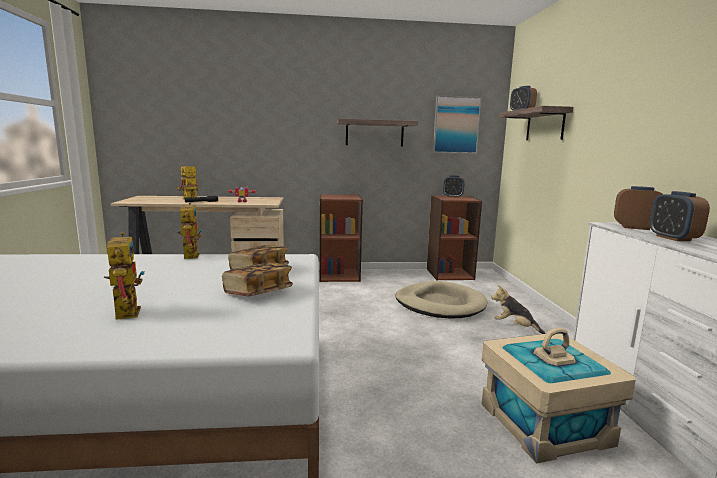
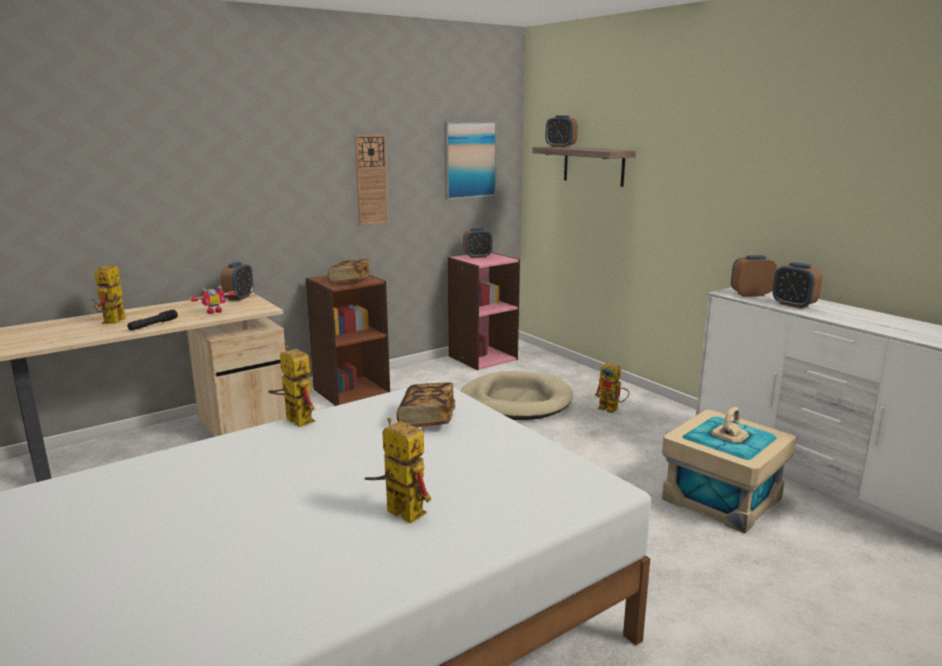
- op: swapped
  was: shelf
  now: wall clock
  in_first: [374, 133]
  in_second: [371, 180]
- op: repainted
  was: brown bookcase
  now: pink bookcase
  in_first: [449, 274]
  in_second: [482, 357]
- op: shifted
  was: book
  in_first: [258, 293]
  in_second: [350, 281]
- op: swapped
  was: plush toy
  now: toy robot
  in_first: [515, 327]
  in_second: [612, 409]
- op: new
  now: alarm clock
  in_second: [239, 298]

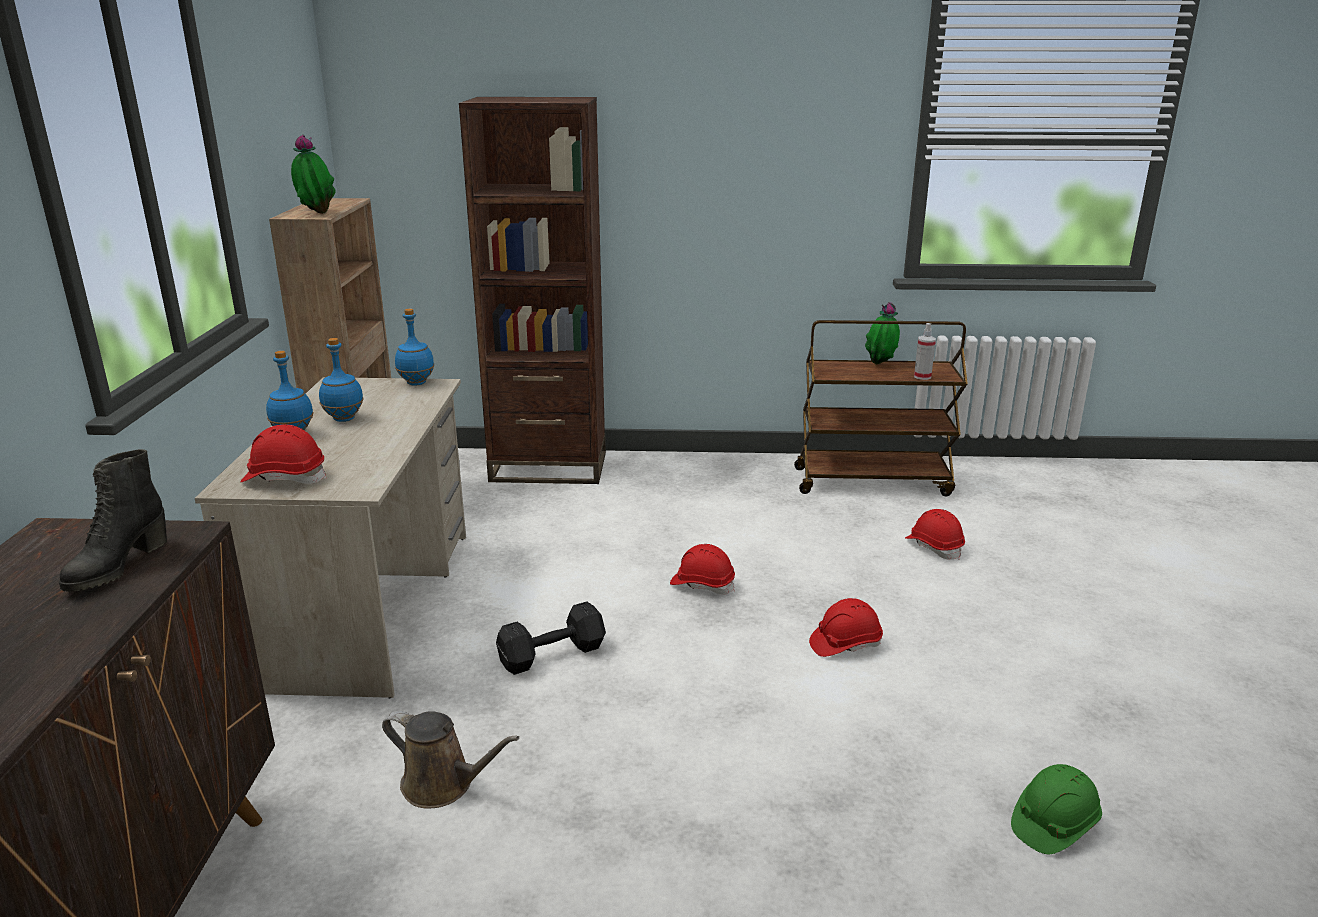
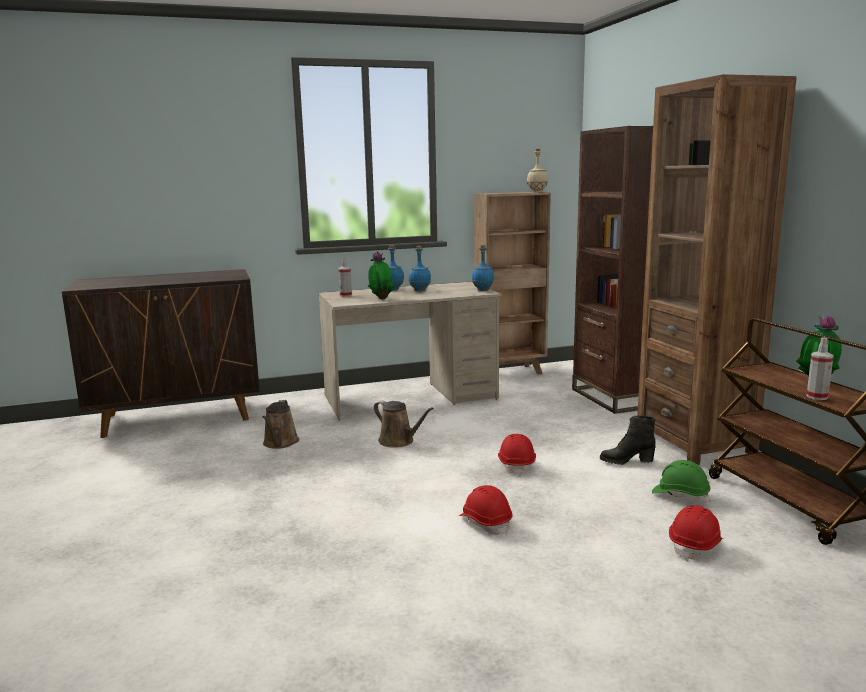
- op: shifted
  was: potted plant
  in_first: [316, 213]
  in_second: [381, 298]
- op: swapped
  was: red hard hat
  now: spray bottle
  in_first: [285, 478]
  in_second: [345, 295]
- op: shifted
  was: black boot
  in_first: [117, 566]
  in_second: [626, 461]
- op: swapped
  was: black dumbbell
  now: brown watering can
  in_first: [549, 655]
  in_second: [399, 441]
- op: shifted
  was: green hard hat
  in_first: [1053, 824]
  in_second: [680, 495]
- op: new
  now: brown bookcase
  in_second: [695, 443]
- op: new
  now: beige bottle
  in_second: [537, 192]

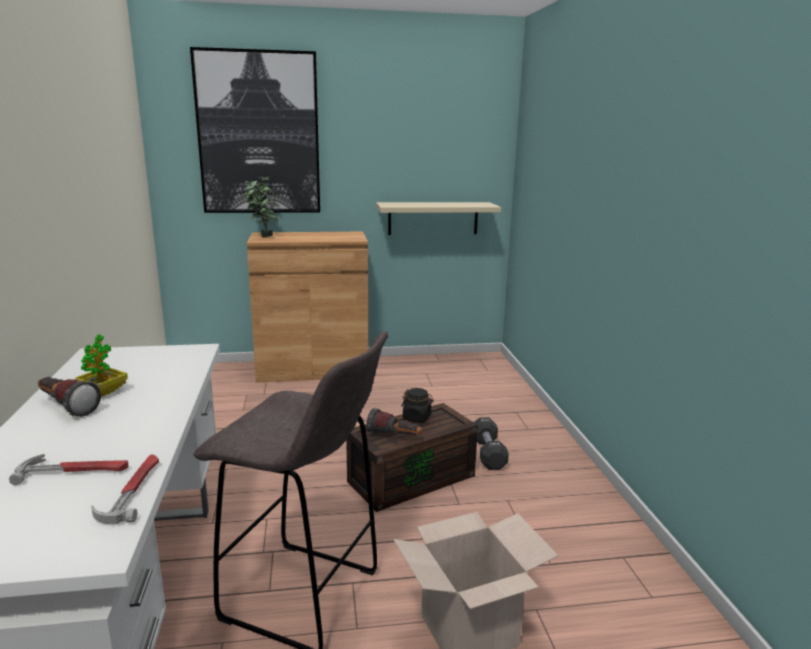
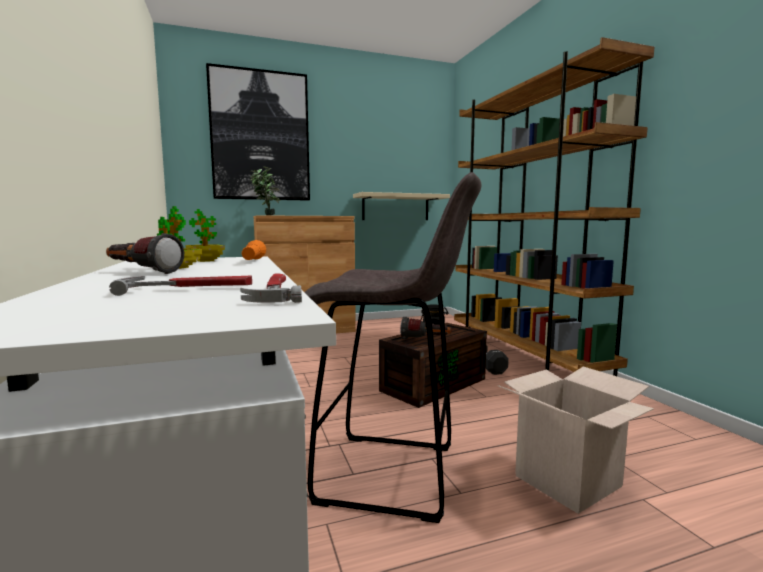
- op: new
  now: brown bookcase
  in_second: [523, 358]
- op: new
  now: potted plant
  in_second: [205, 261]
- op: new
  now: orange flashlight
  in_second: [253, 261]

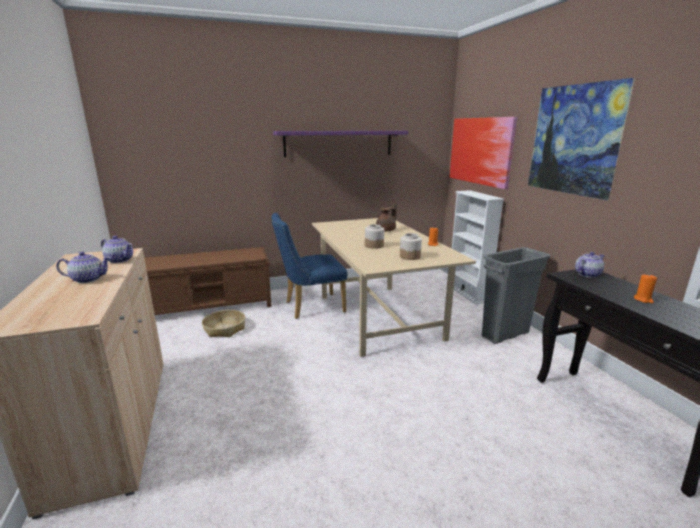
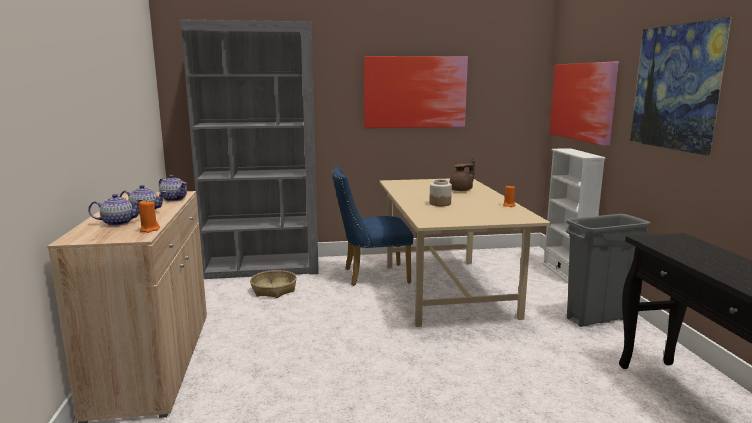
- op: swapped
  was: purple shelf
  now: picture
  in_first: [339, 143]
  in_second: [415, 92]
- op: gone
  was: jar
  in_first: [410, 256]
- op: swapped
  was: brown bench
  now: grey bookcase
  in_first: [211, 306]
  in_second: [263, 268]
- op: shifted
  was: teapot
  in_first: [587, 274]
  in_second: [118, 223]
- op: shifted
  was: orange candle
  in_first: [643, 299]
  in_second: [149, 230]

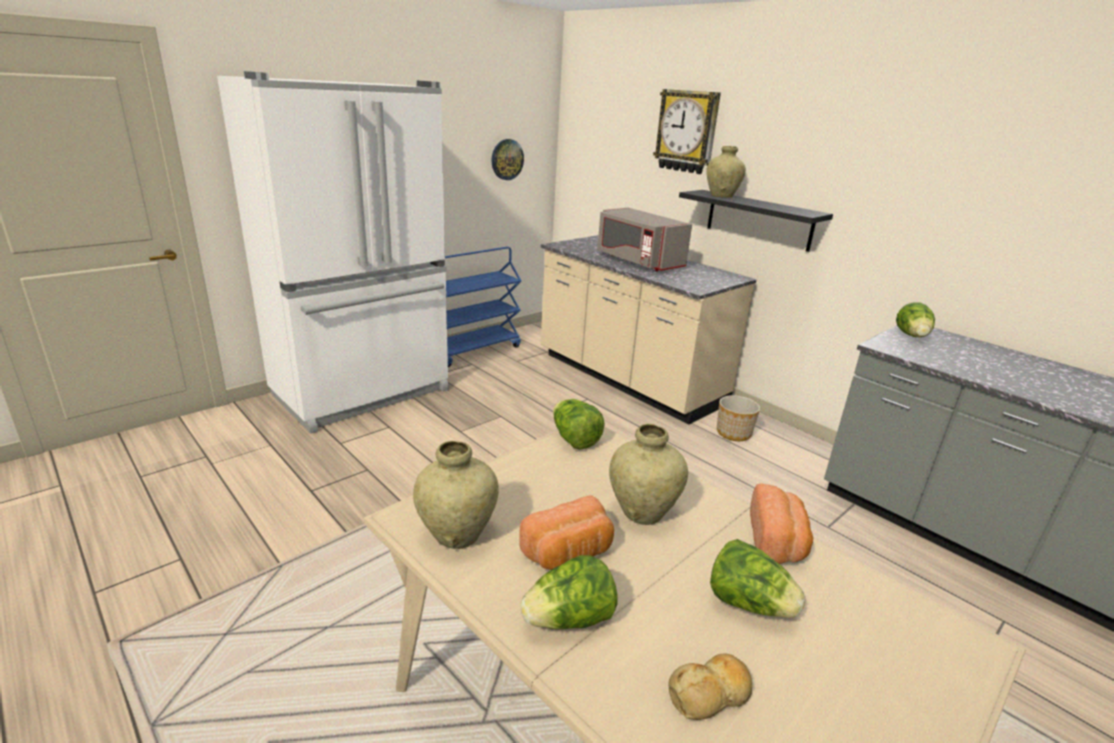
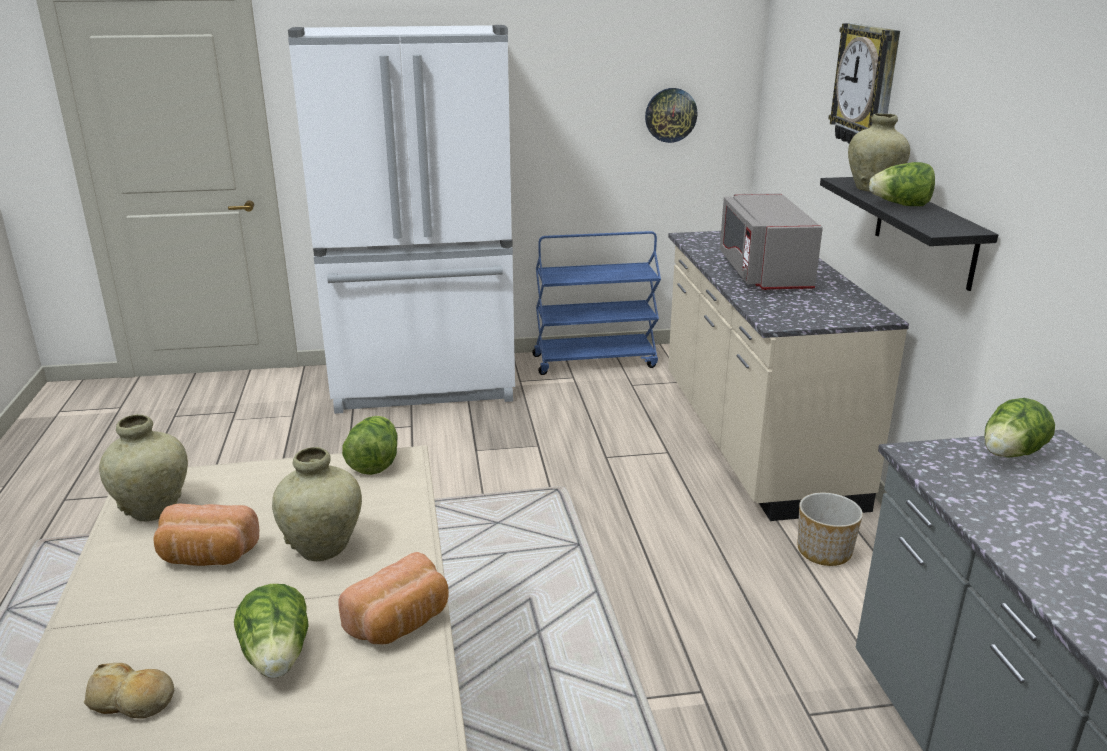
- op: shifted
  was: lettuce
  in_first: [569, 620]
  in_second: [900, 205]

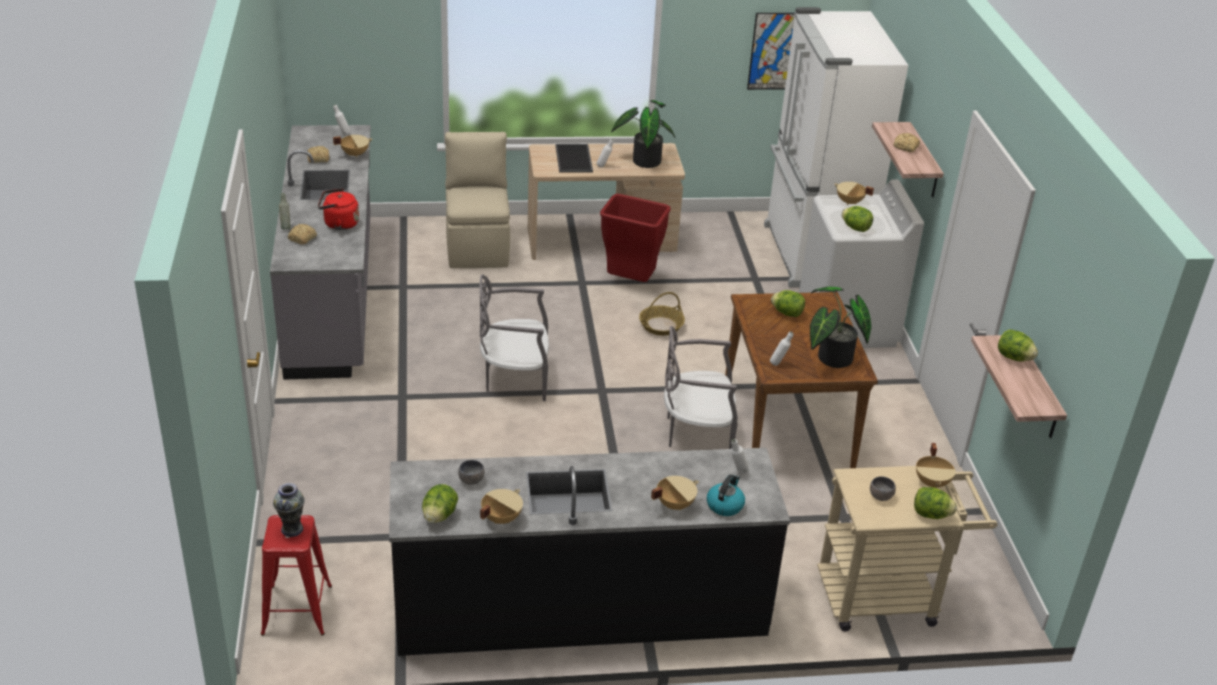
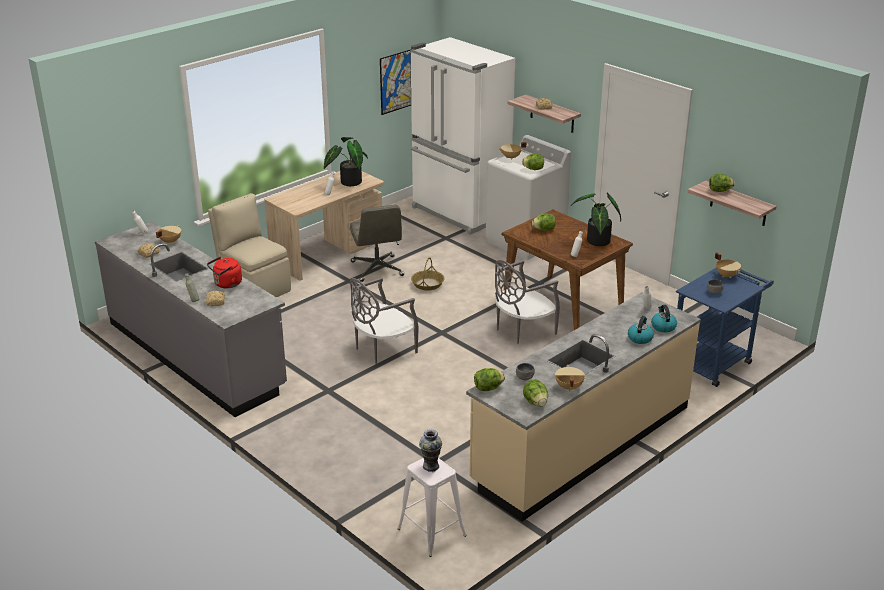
- op: gone
  was: tray
  in_first: [574, 159]
- op: swapped
  was: red trash can
  now: grey office chair
  in_first: [629, 283]
  in_second: [377, 269]
- op: repainted
  was: black counter
  now: beige counter
  in_first: [580, 607]
  in_second: [582, 444]
- op: repainted
  was: beige cart
  now: blue cart
  in_first: [888, 597]
  in_second: [714, 361]
- op: swapped
  was: beige cooking pot
  now: kettle
  in_first: [674, 504]
  in_second: [640, 338]
- op: shifted
  was: lettuce
  in_first: [931, 514]
  in_second: [488, 388]
- op: repainted
  was: red stool
  now: white stool
  in_first: [296, 610]
  in_second: [432, 533]

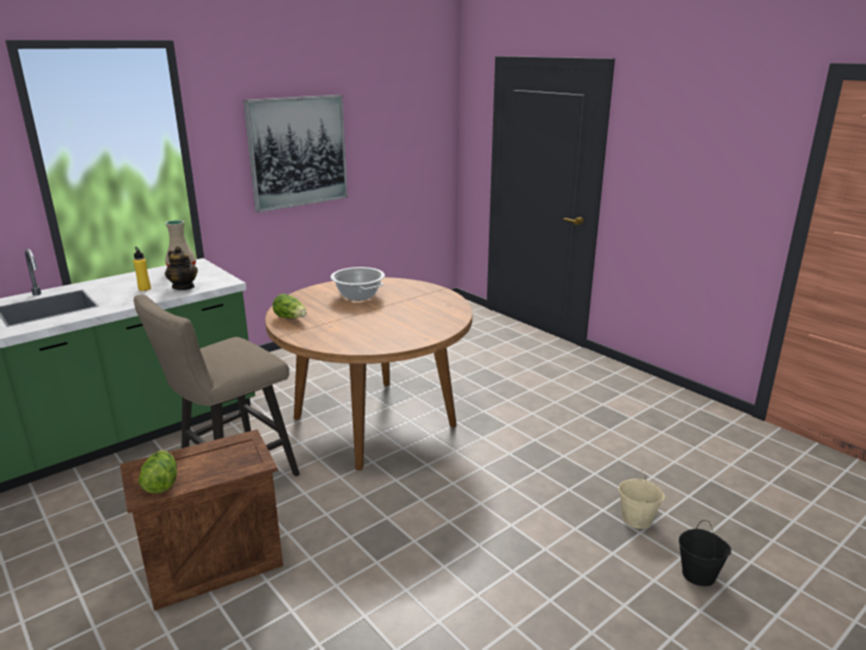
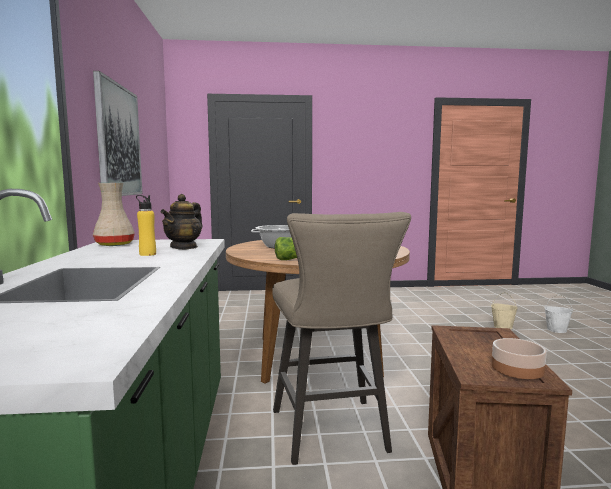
- op: rotated
  was: teapot
  in_first: [184, 287]
  in_second: [184, 247]
  clockwise: 120
- op: swapped
  was: lettuce
  now: bowl
  in_first: [161, 482]
  in_second: [517, 369]
- op: repainted
  was: black bucket
  now: white bucket
  in_first: [699, 575]
  in_second: [556, 330]

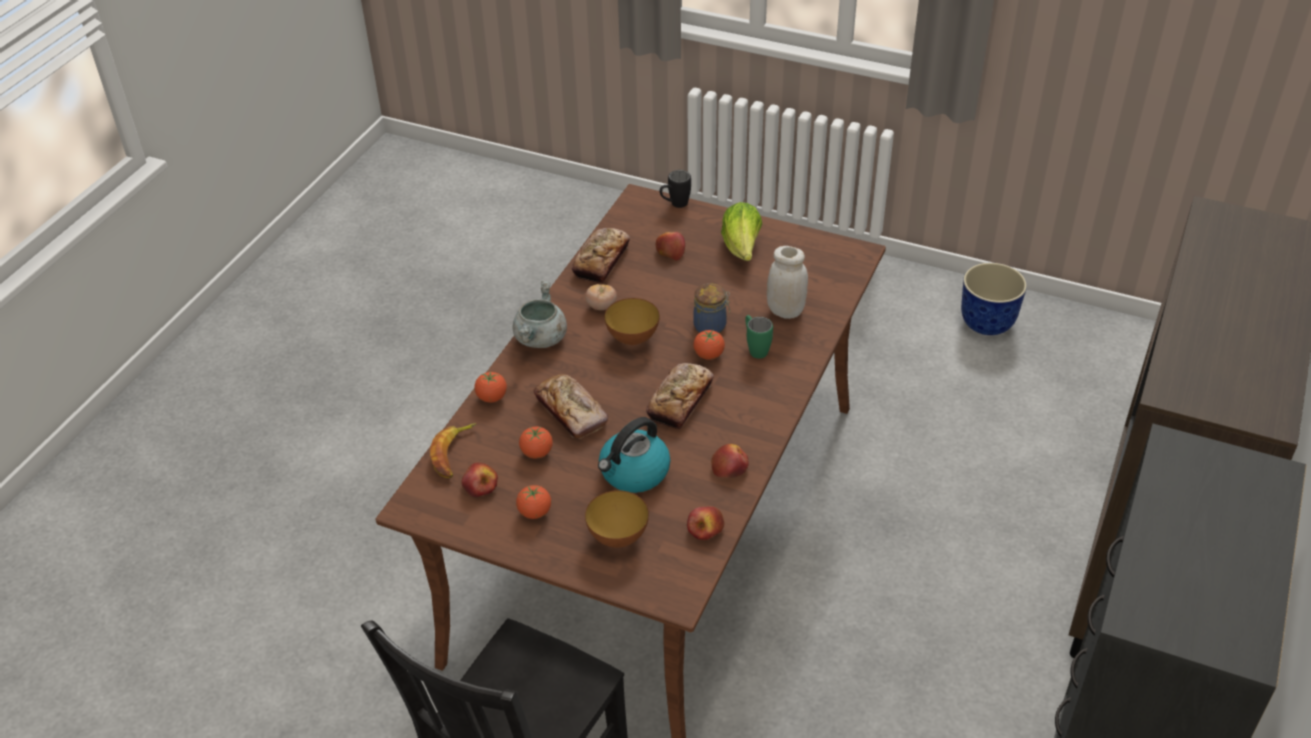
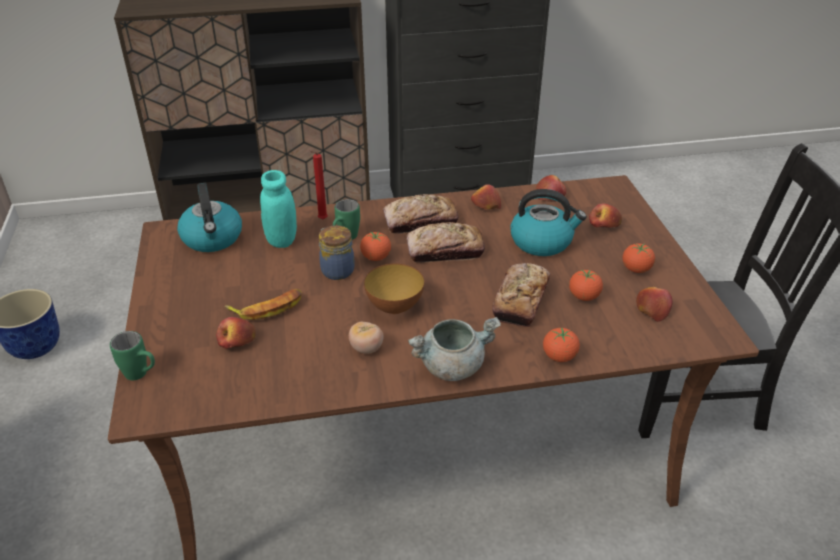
- op: repainted
  was: black mug
  now: green mug
  in_first: [674, 205]
  in_second: [141, 375]
- op: gone
  was: lettuce
  in_first: [742, 248]
- op: shifted
  was: bread
  in_first: [601, 260]
  in_second: [420, 222]
- op: repainted
  was: white jar
  now: turquoise jar
  in_first: [785, 311]
  in_second: [282, 240]
- op: shifted
  was: banana
  in_first: [453, 454]
  in_second: [267, 308]
- op: swapped
  was: bowl
  now: apple
  in_first: [618, 537]
  in_second: [604, 225]
- op: new
  now: red candle
  in_second: [321, 220]
- op: new
  now: kettle
  in_second: [213, 239]

